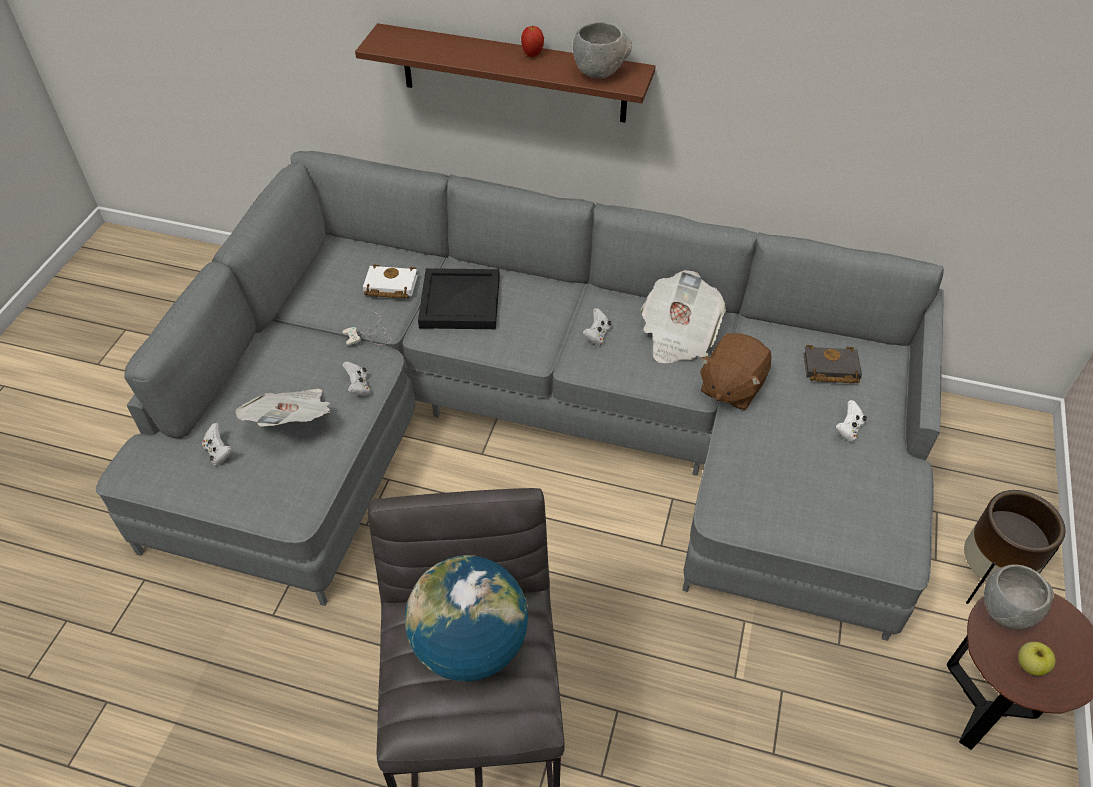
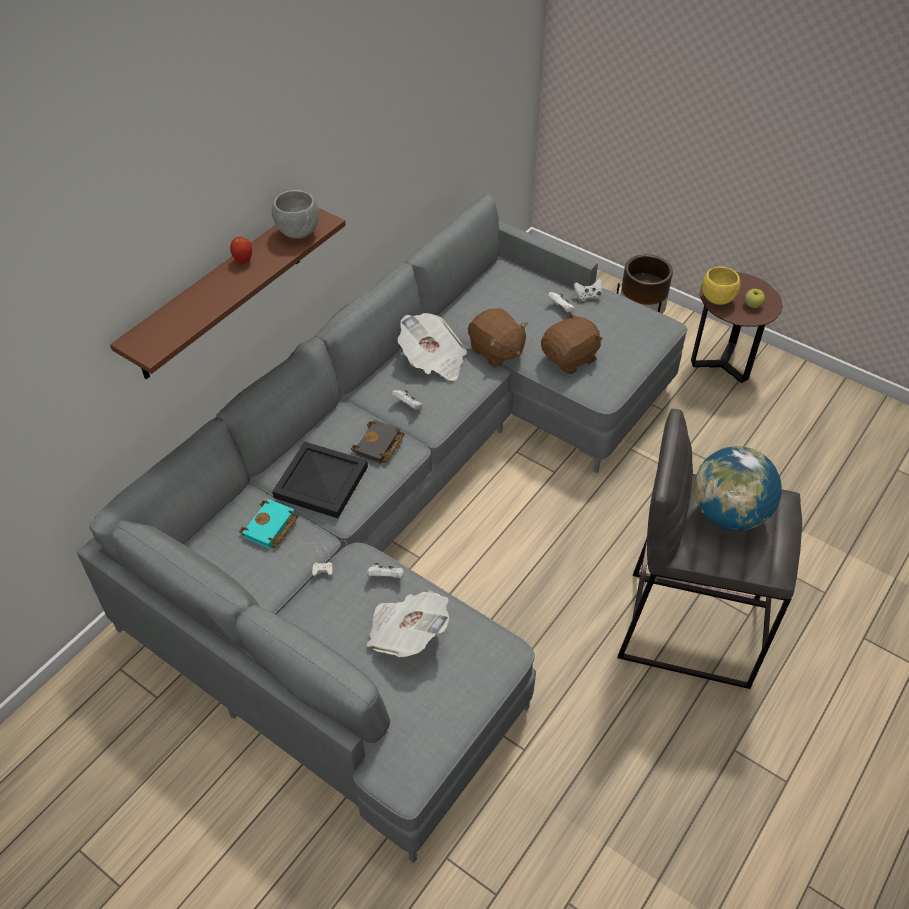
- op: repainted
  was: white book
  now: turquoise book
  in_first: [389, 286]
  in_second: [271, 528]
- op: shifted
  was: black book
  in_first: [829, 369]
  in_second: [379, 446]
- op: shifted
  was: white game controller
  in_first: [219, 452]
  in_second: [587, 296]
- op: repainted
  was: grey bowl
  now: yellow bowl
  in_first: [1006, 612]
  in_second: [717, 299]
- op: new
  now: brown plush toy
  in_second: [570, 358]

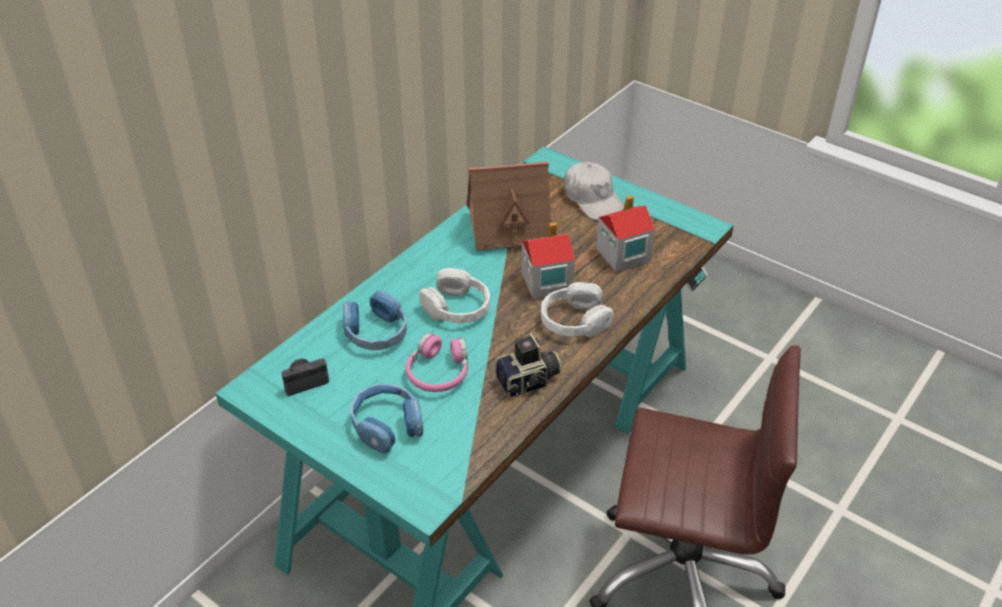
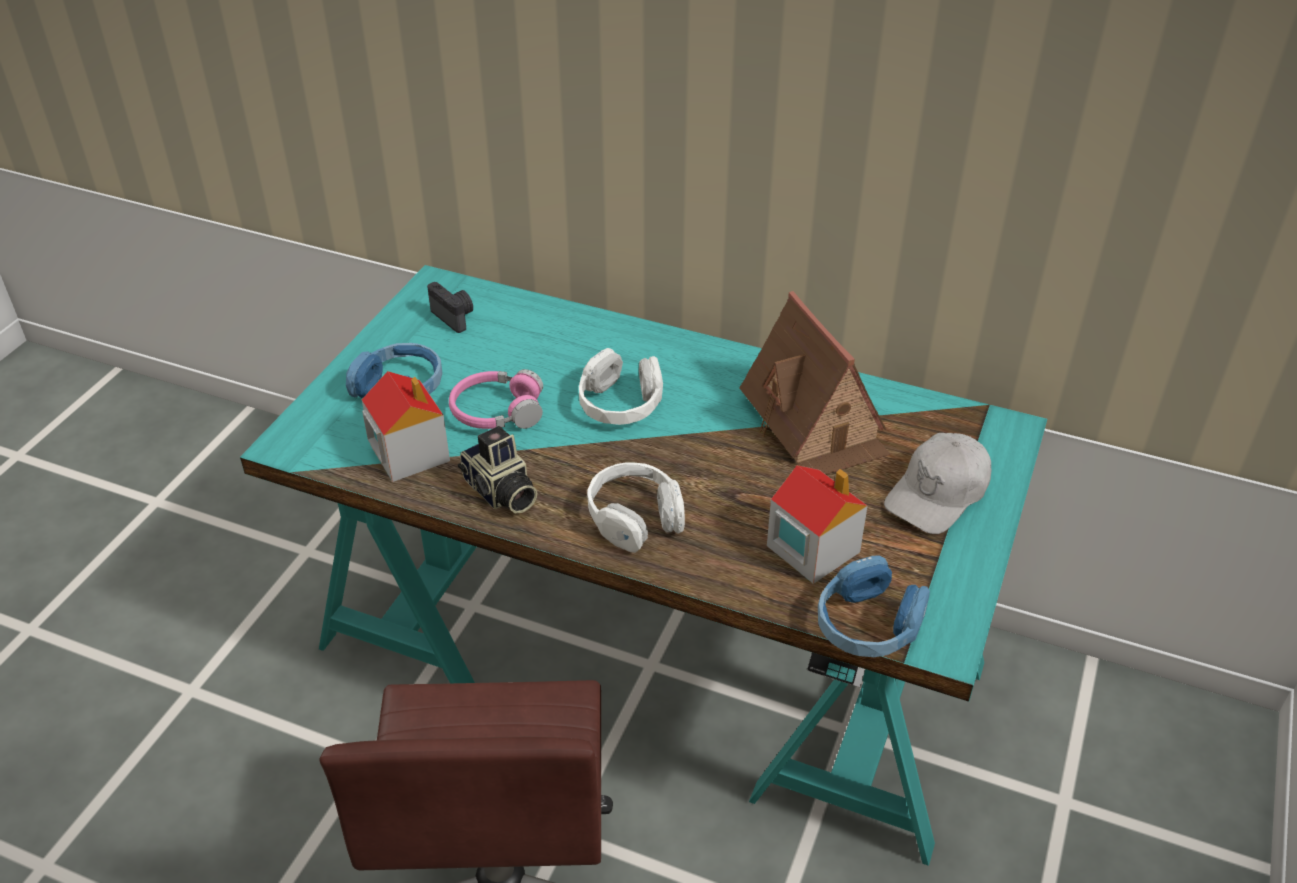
- op: shifted
  was: toy house
  in_first: [545, 282]
  in_second: [409, 452]
- op: shifted
  was: blue headphones
  in_first: [376, 333]
  in_second: [868, 625]

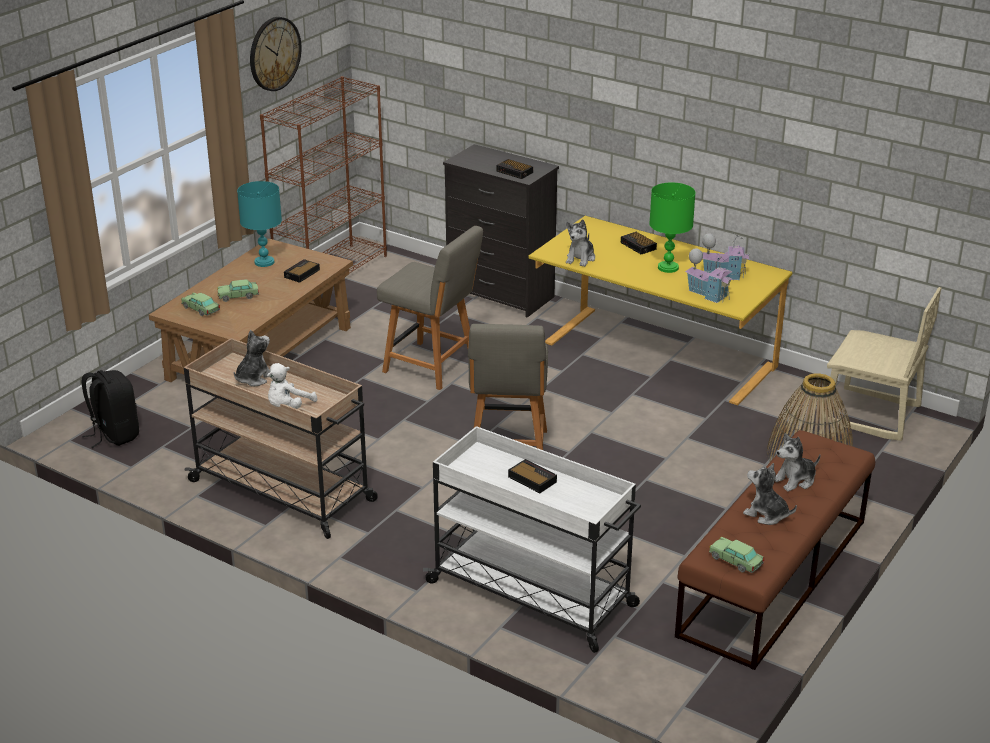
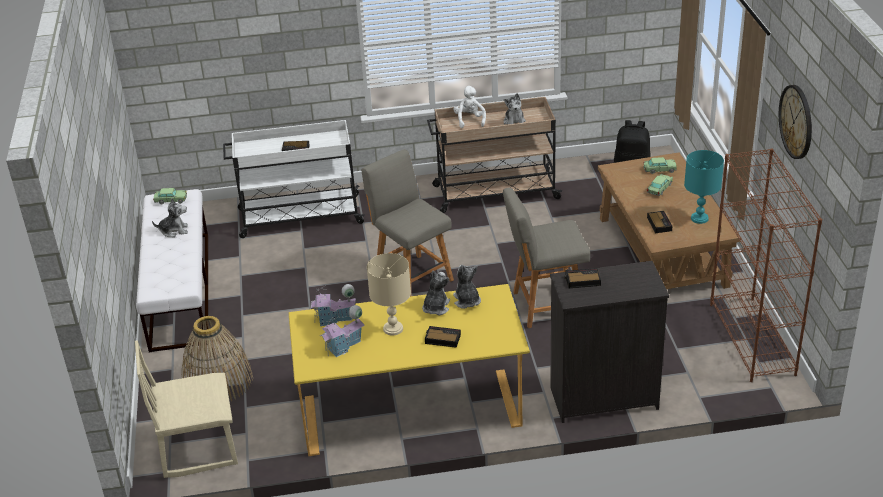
- op: repainted
  was: green table lamp
  now: beige table lamp
  in_first: [668, 267]
  in_second: [393, 329]
- op: repainted
  was: brown bench
  now: white bench
  in_first: [773, 577]
  in_second: [180, 290]
- op: shifted
  was: plush toy
  in_first: [795, 480]
  in_second: [436, 307]

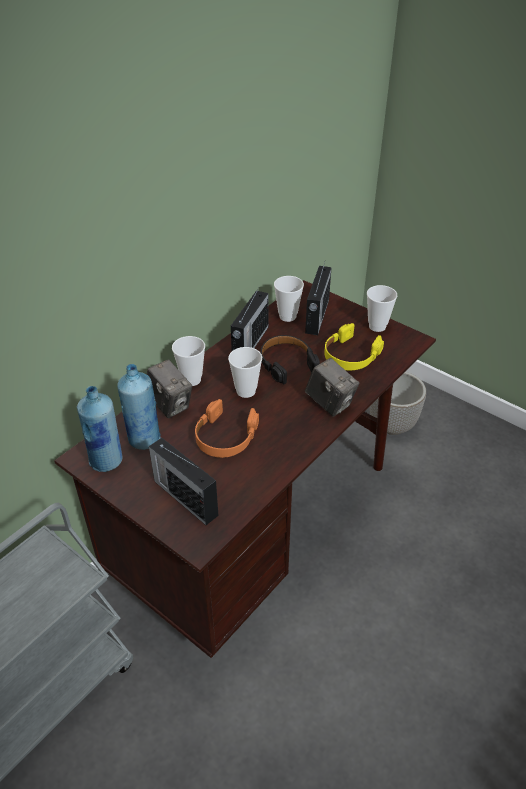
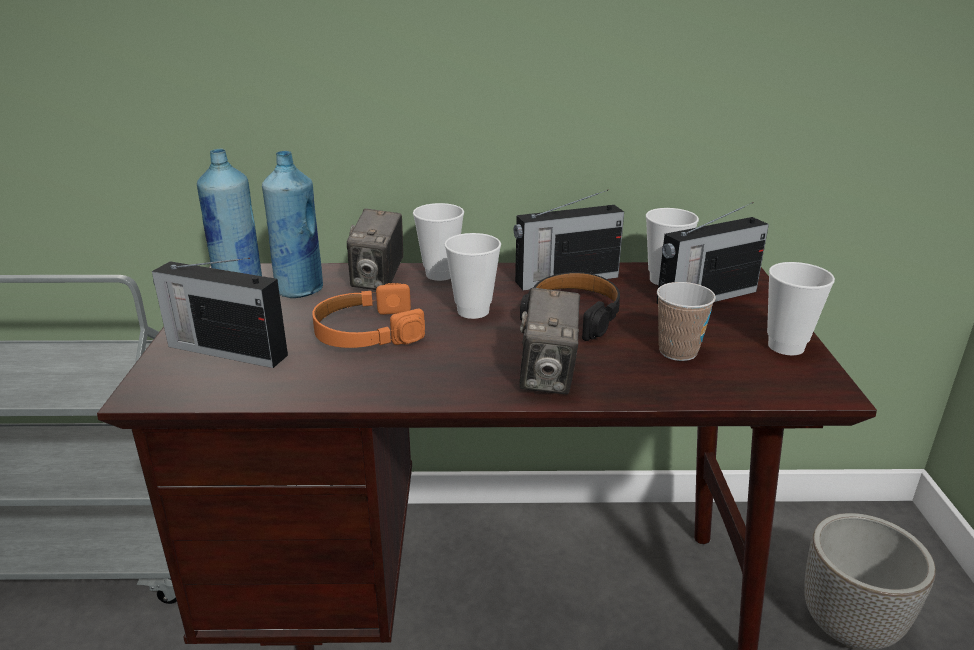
- op: swapped
  was: yellow headphones
  now: cup
  in_first: [350, 355]
  in_second: [678, 351]
- op: rotated
  was: radio
  in_first: [184, 497]
  in_second: [225, 350]
  clockwise: -75

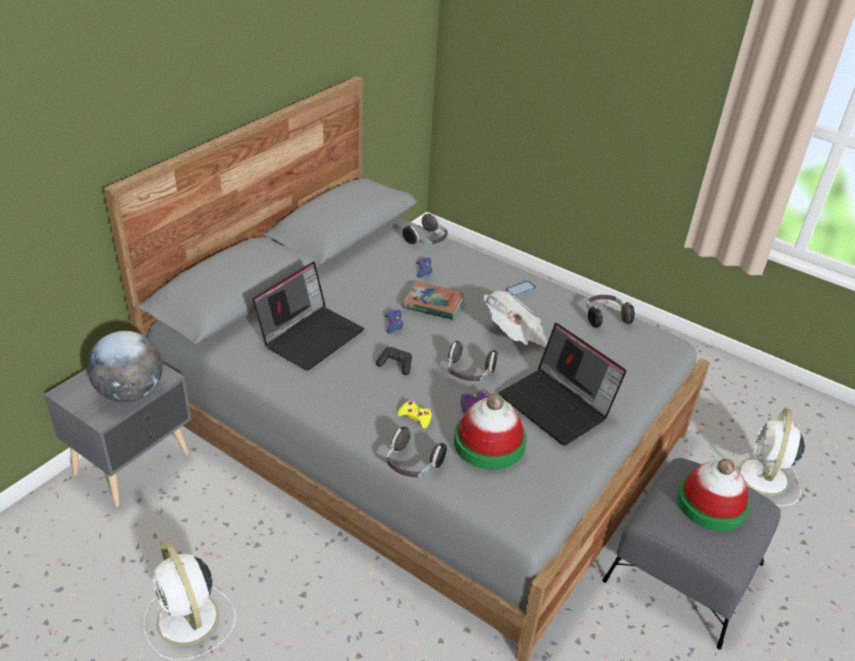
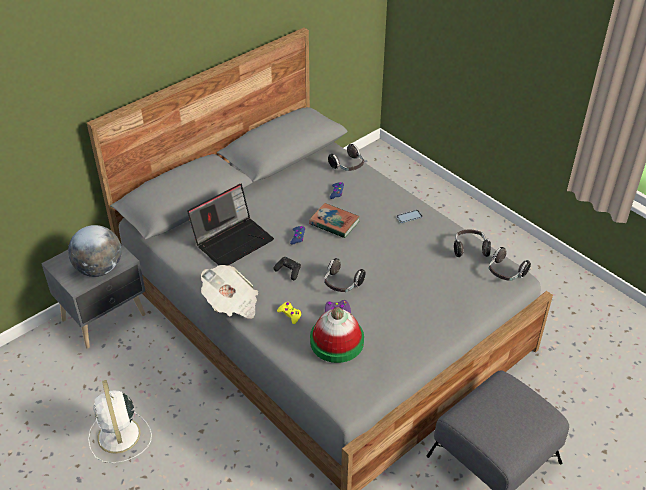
- op: shifted
  was: newspaper
  in_first: [515, 334]
  in_second: [231, 303]
- op: gone
  was: laptop
  in_first: [558, 405]
- op: gone
  was: white fan
  in_first: [763, 478]
- op: shifted
  was: headphones
  in_first: [412, 465]
  in_second: [505, 273]
- op: gone
  was: hat
  in_first: [711, 503]

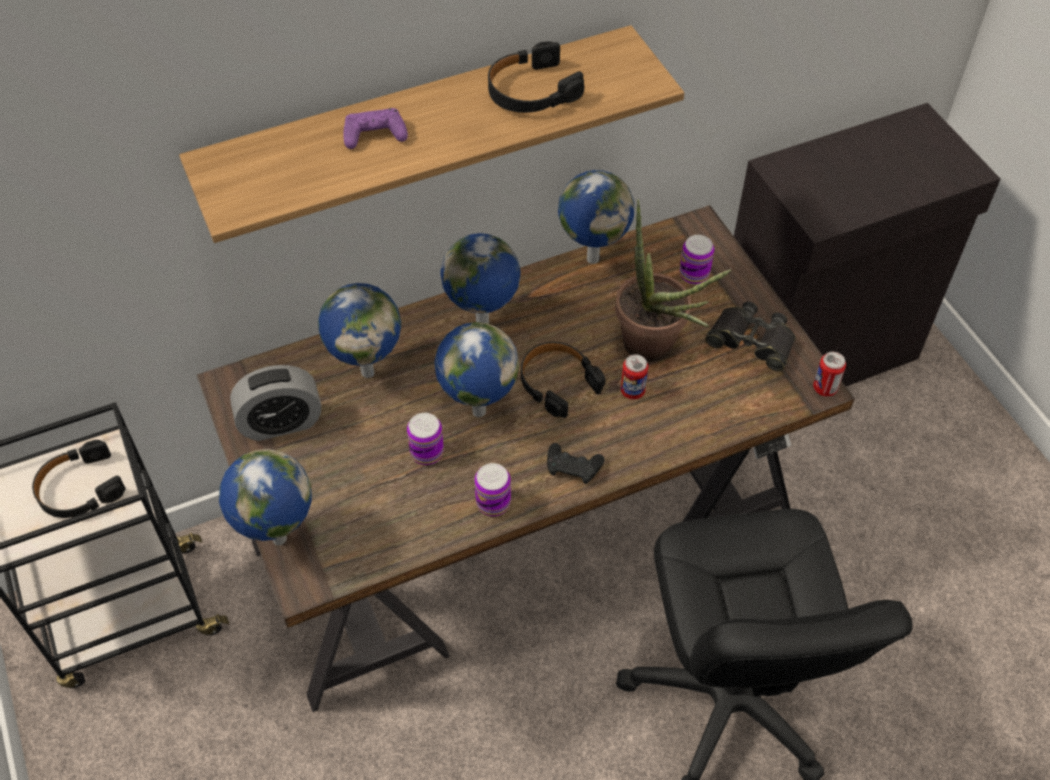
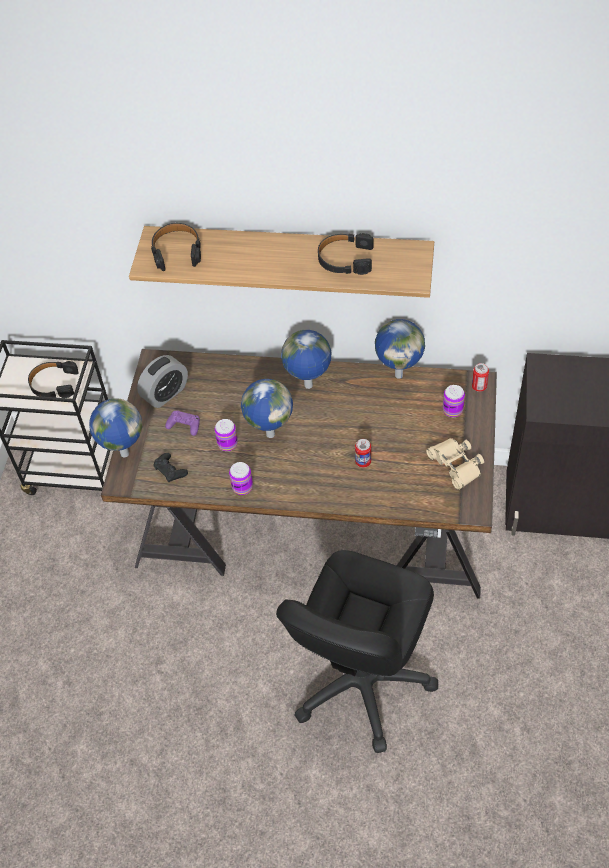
- op: shifted
  was: purple game controller
  in_first: [374, 134]
  in_second: [184, 425]
- op: gone
  was: potted plant
  in_first: [655, 350]
- op: gone
  was: globe
  in_first: [368, 371]
- op: repainted
  was: black binoculars
  now: beige binoculars
  in_first: [752, 341]
  in_second: [456, 465]
- op: shifted
  was: black headphones
  in_first: [557, 383]
  in_second: [177, 251]
- op: shifted
  was: can
  in_first: [825, 388]
  in_second: [479, 386]
- op: rotated
  was: alarm clock
  in_first: [281, 423]
  in_second: [165, 393]
  clockwise: -60
- op: shifted
  was: black game controller
  in_first: [573, 467]
  in_second: [170, 470]

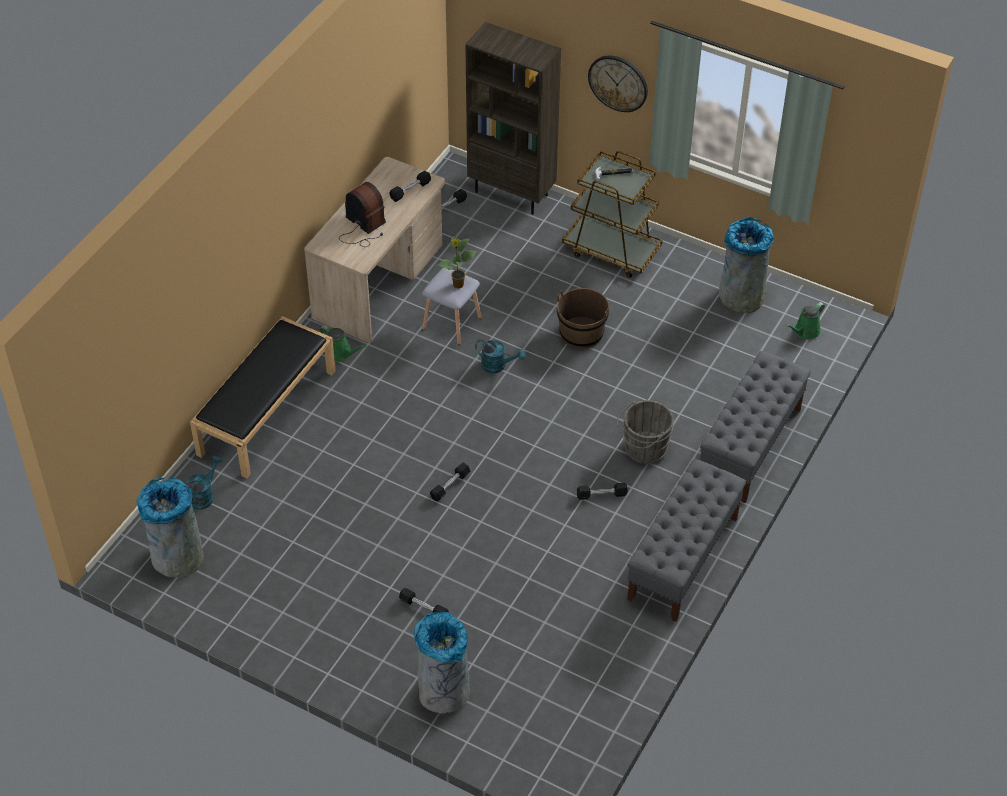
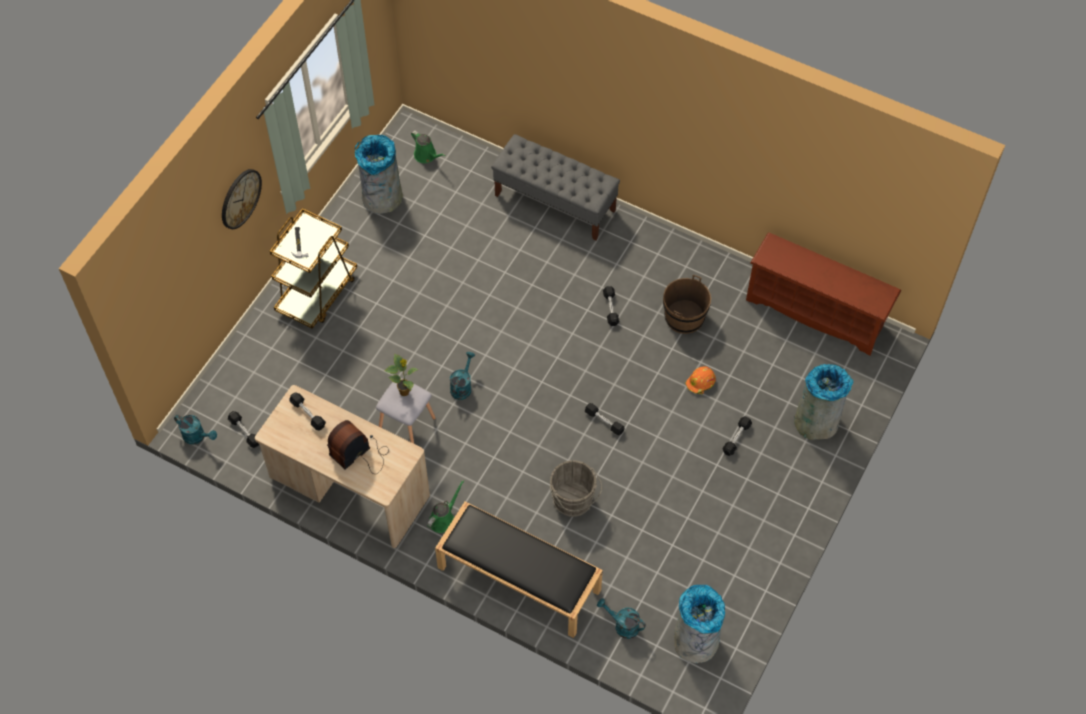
- op: gone
  was: brown bookcase
  in_first: [512, 193]
- op: shifted
  was: brown bucket
  in_first: [581, 333]
  in_second: [684, 317]
- op: shifted
  was: grey bucket
  in_first: [643, 449]
  in_second: [574, 502]
- op: gone
  was: grey bench
  in_first: [683, 559]
- op: new
  now: brown shoe rack
  in_second: [816, 312]
- op: new
  now: orange hard hat
  in_second: [701, 383]
- op: new
  now: turquoise watering can
  in_second: [197, 436]

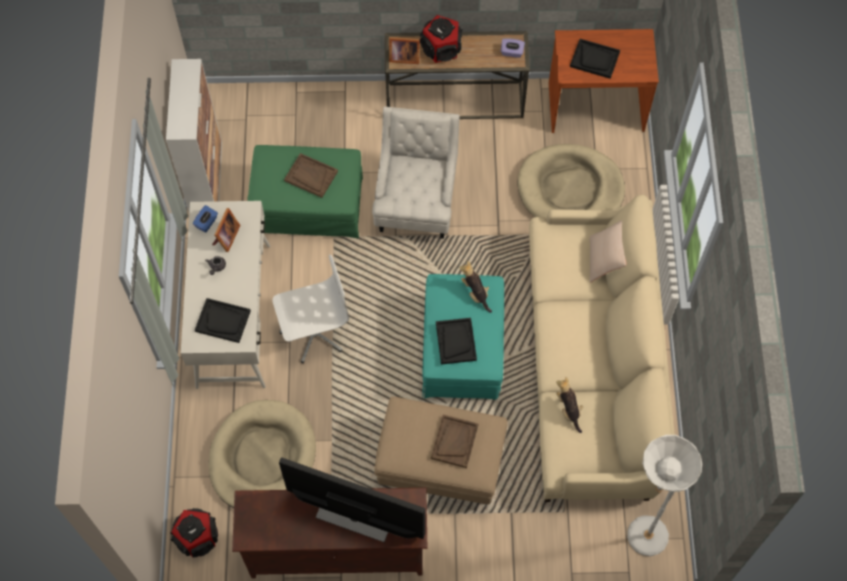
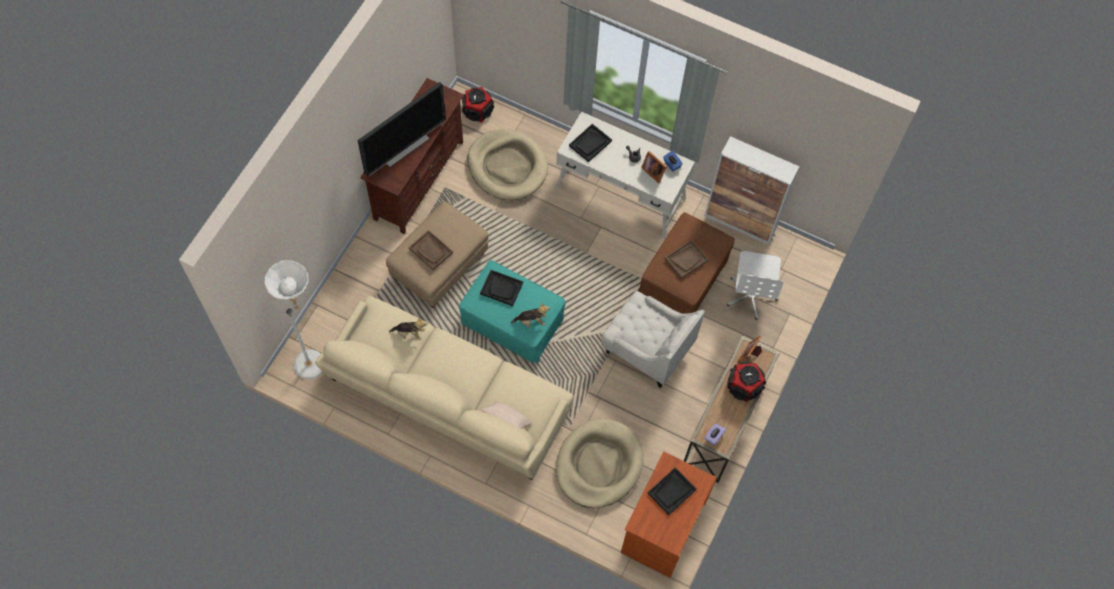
- op: repainted
  was: green ottoman
  now: brown ottoman
  in_first: [308, 205]
  in_second: [684, 277]
- op: shifted
  was: white office chair
  in_first: [313, 332]
  in_second: [751, 295]

